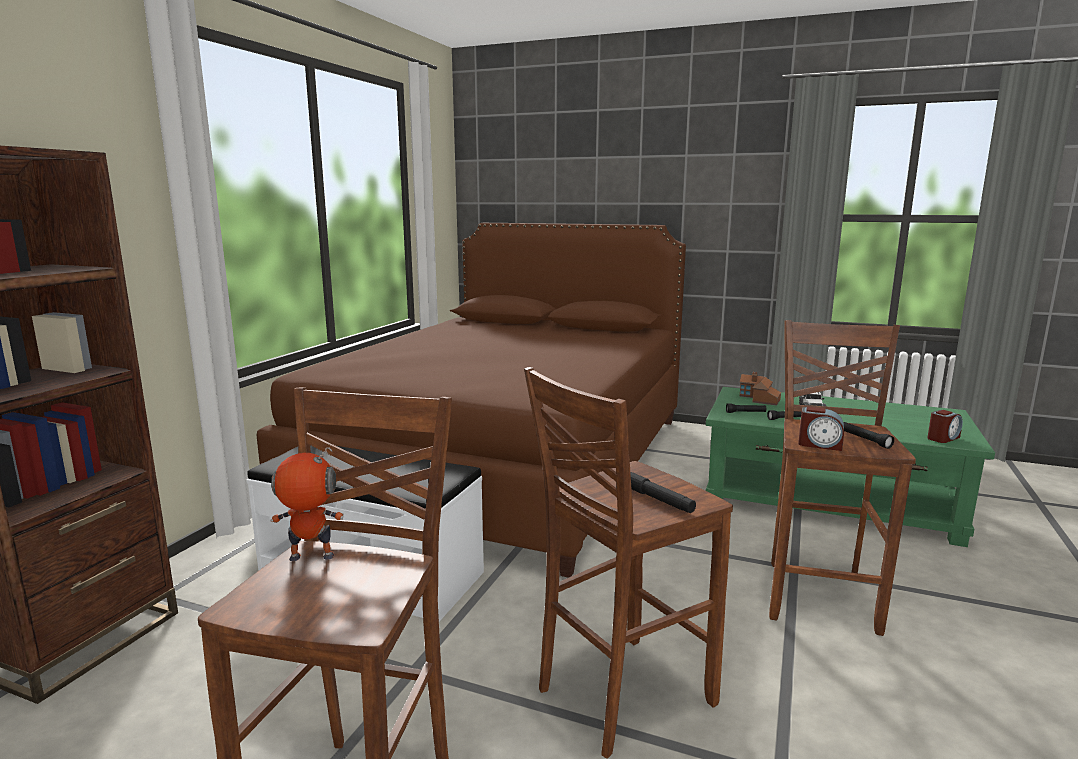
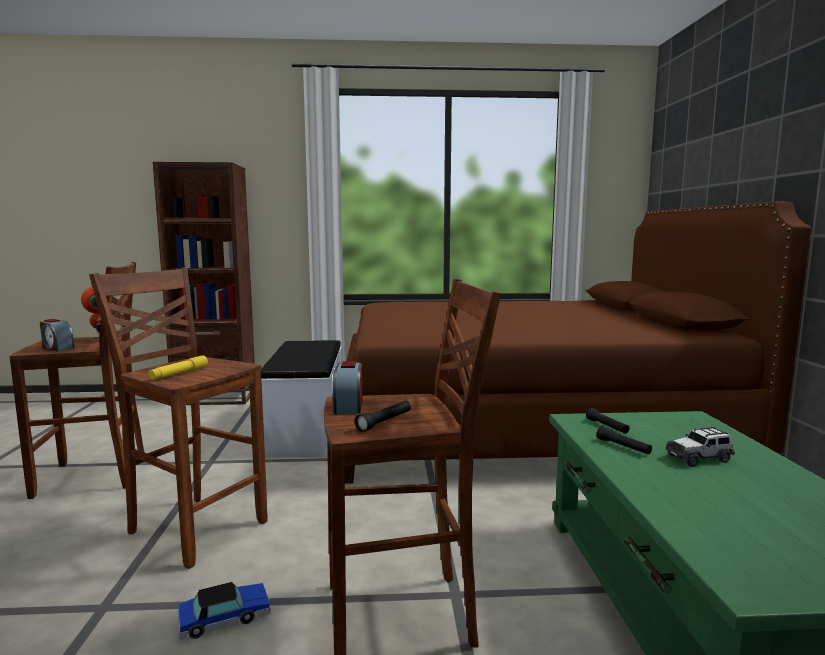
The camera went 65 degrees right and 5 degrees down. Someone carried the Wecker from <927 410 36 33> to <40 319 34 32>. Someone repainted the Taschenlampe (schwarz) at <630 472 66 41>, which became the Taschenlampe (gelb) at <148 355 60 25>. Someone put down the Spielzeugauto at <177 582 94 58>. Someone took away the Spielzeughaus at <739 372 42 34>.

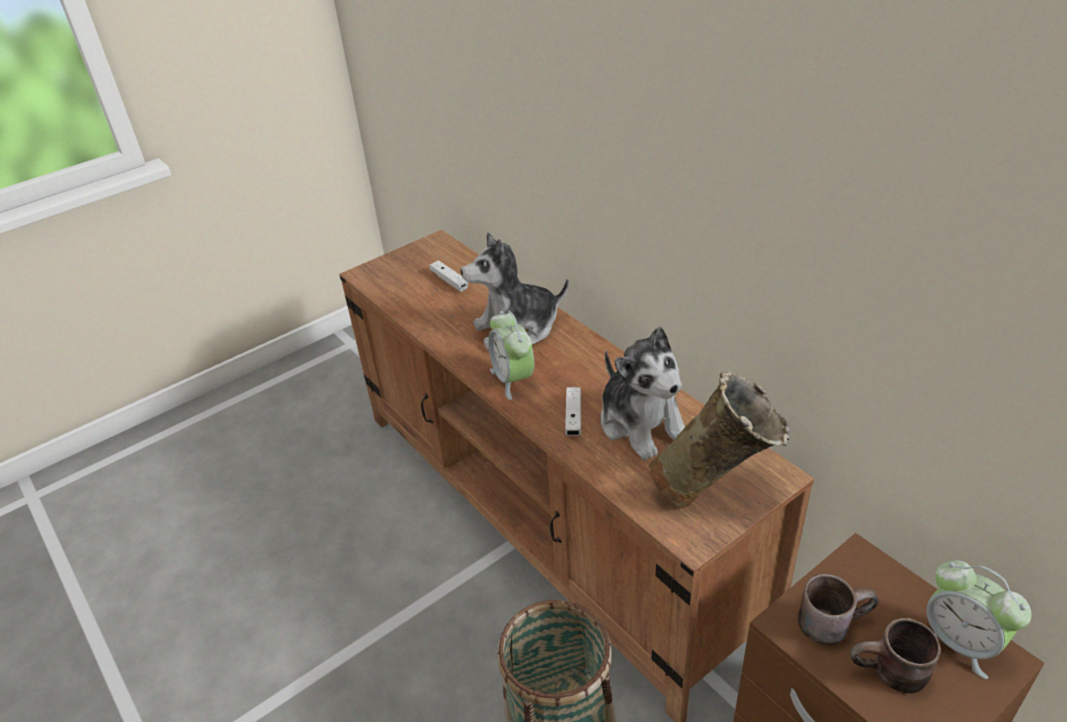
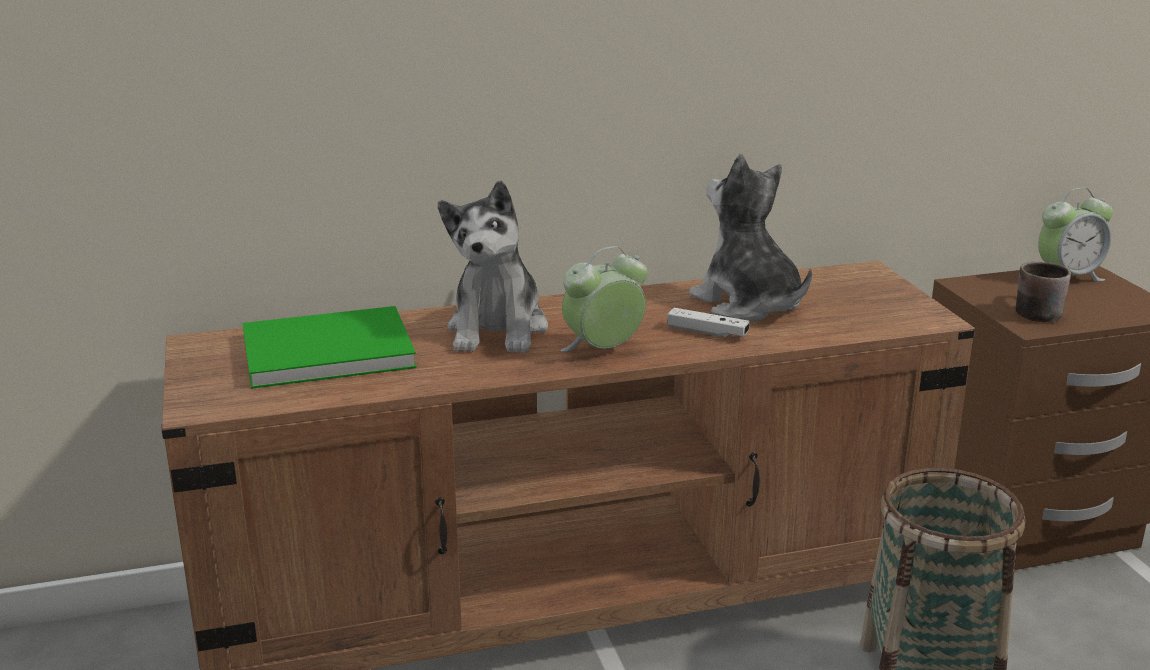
The camera went 70 degrees left and 15 degrees down. Someone swapped the Gamepad (weiß) at <429 260 39 32> for the Buch (grün) at <243 306 174 83>. Someone rotated the Wecker at <488 311 46 89> by 150 degrees clockwise. Someone rotated the Plüschtier at <601 326 84 134> by 120 degrees counterclockwise. Someone took away the Vase (beige) at <649 371 141 136>. Someone took away the Henkelbecher (braun) at <850 618 90 75>.

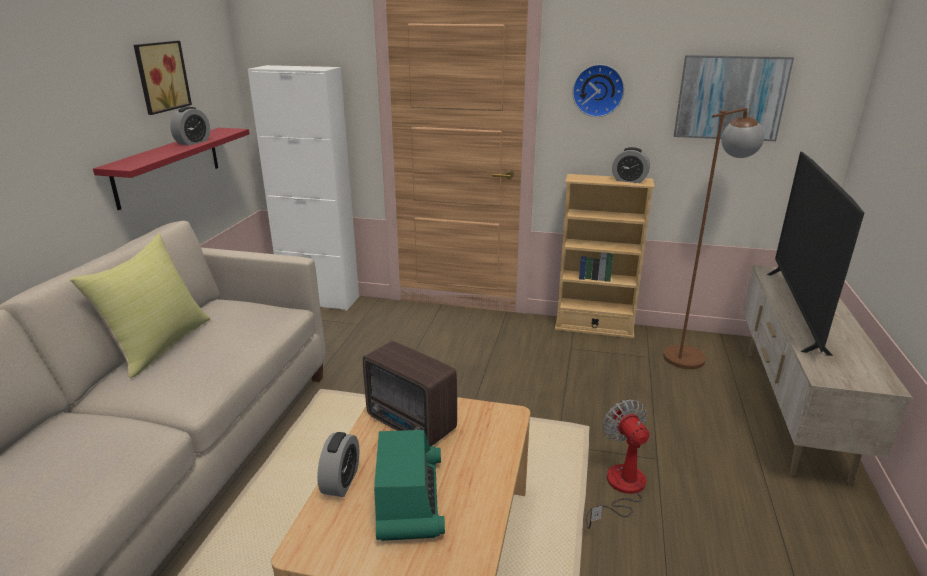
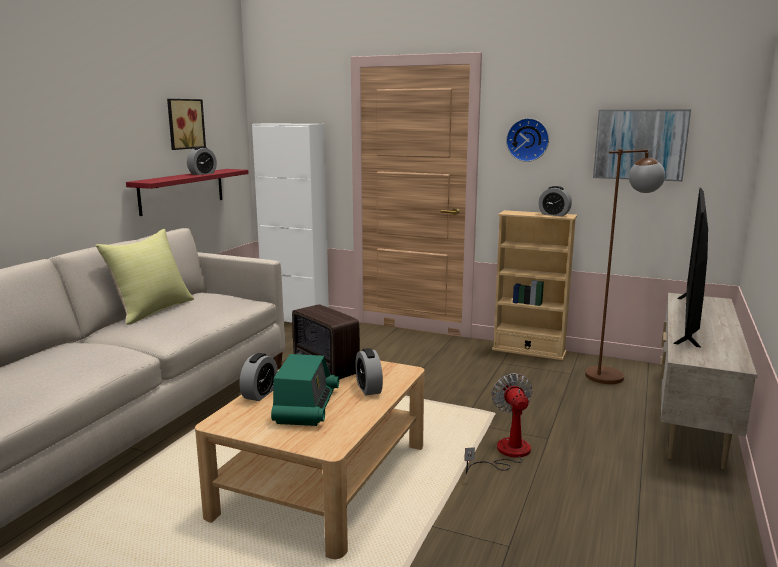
The camera went 10 degrees right and 10 degrees down. Someone put down the Wecker at <355 348 28 48>.

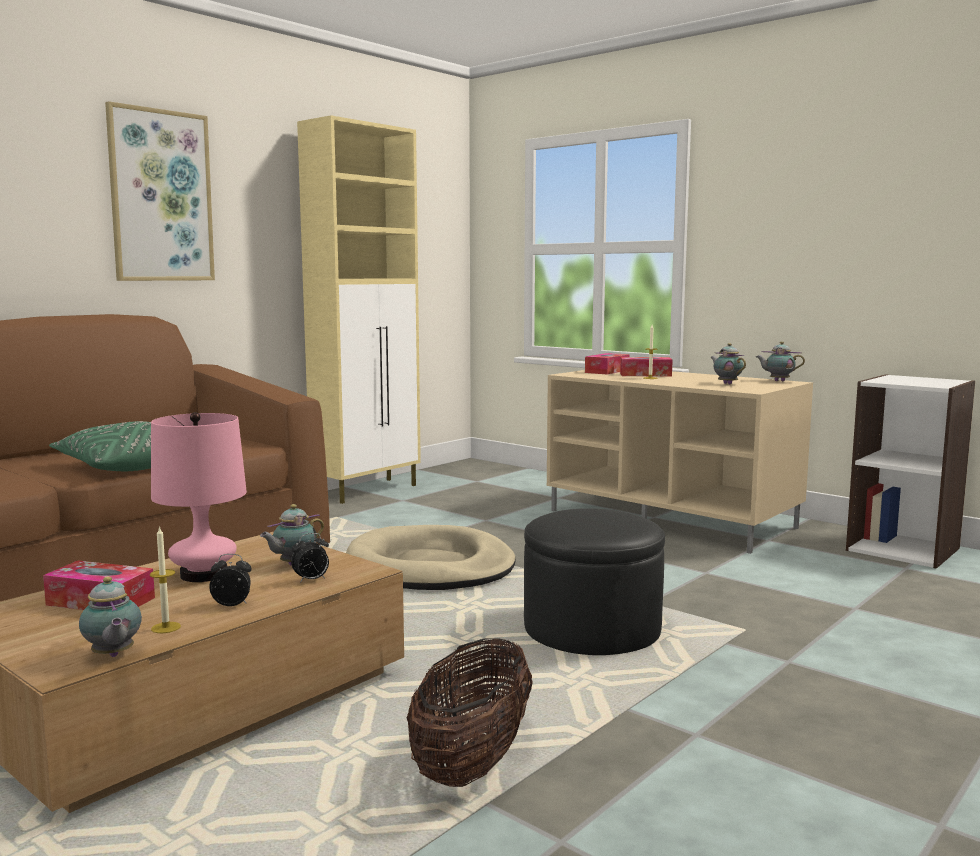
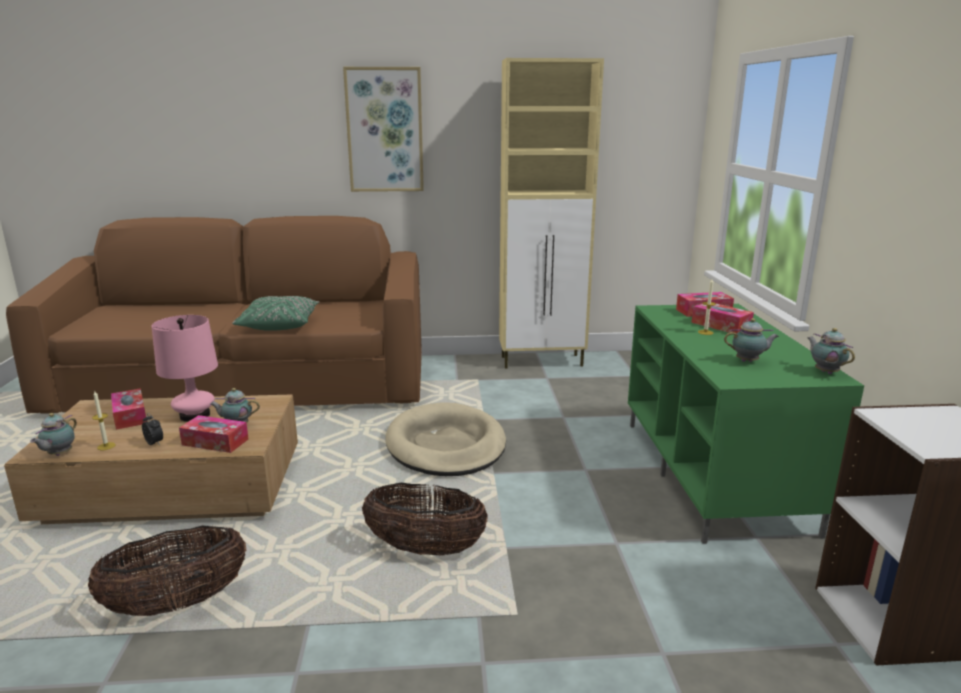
The camera went 45 degrees right and 10 degrees up. Someone swapped the Wecker at <291 533 38 50> for the Taschentuchbox at <179 415 70 38>. Someone swapped the Polsterhocker (schwarz) at <524 508 141 147> for the Korb at <362 483 126 73>. Someone repainted the Fernsehschrank (beige) at <547 370 266 184>, which became the Fernsehschrank (grün) at <628 304 236 240>. Someone rotated the Teekanne at <710 343 36 41> by 75 degrees clockwise.

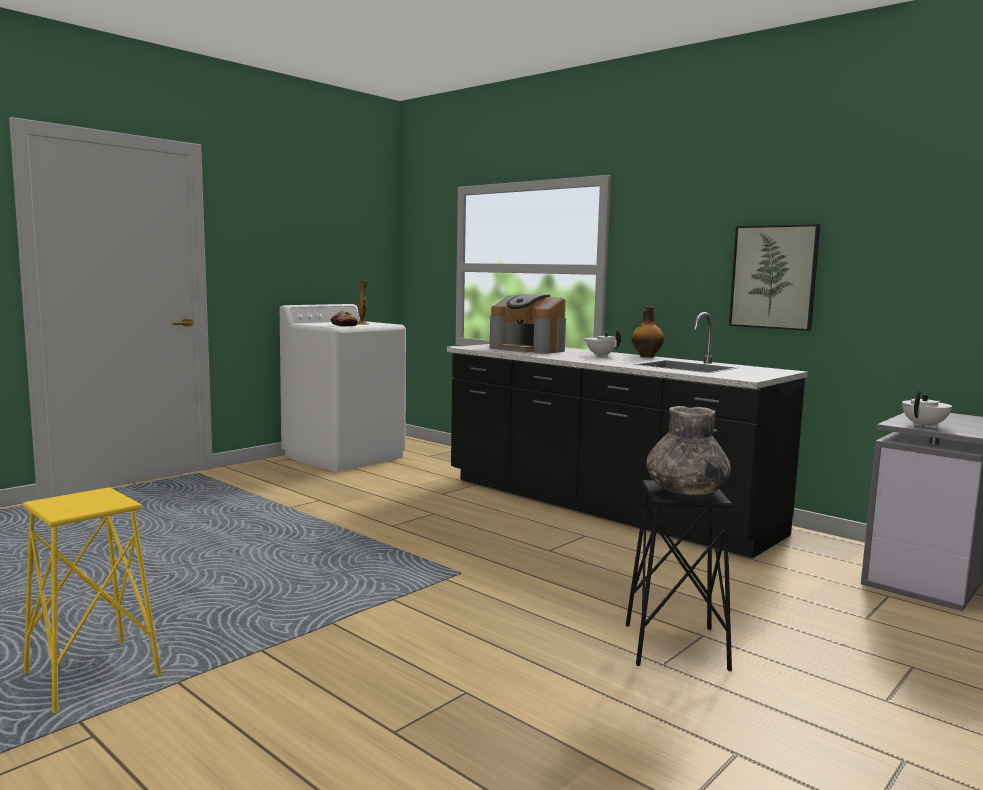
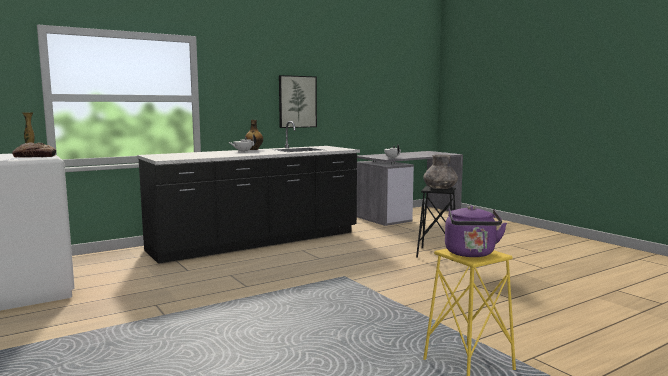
The camera went 75 degrees left and 0 degrees up. Someone put down the Wasserkessel (lila) at <445 205 62 52>. Someone took away the Kaffeemaschine at <490 294 76 60>.

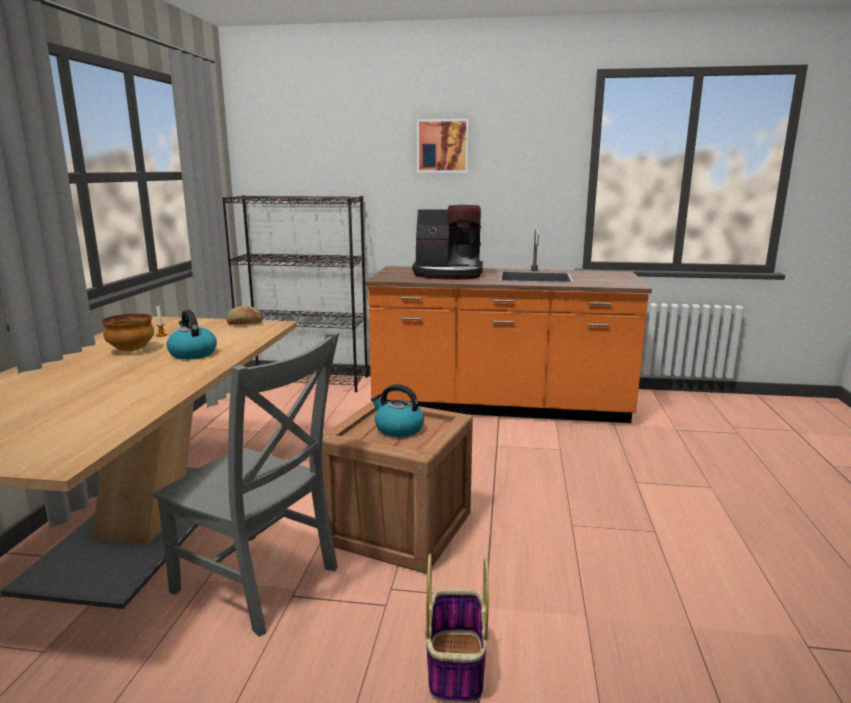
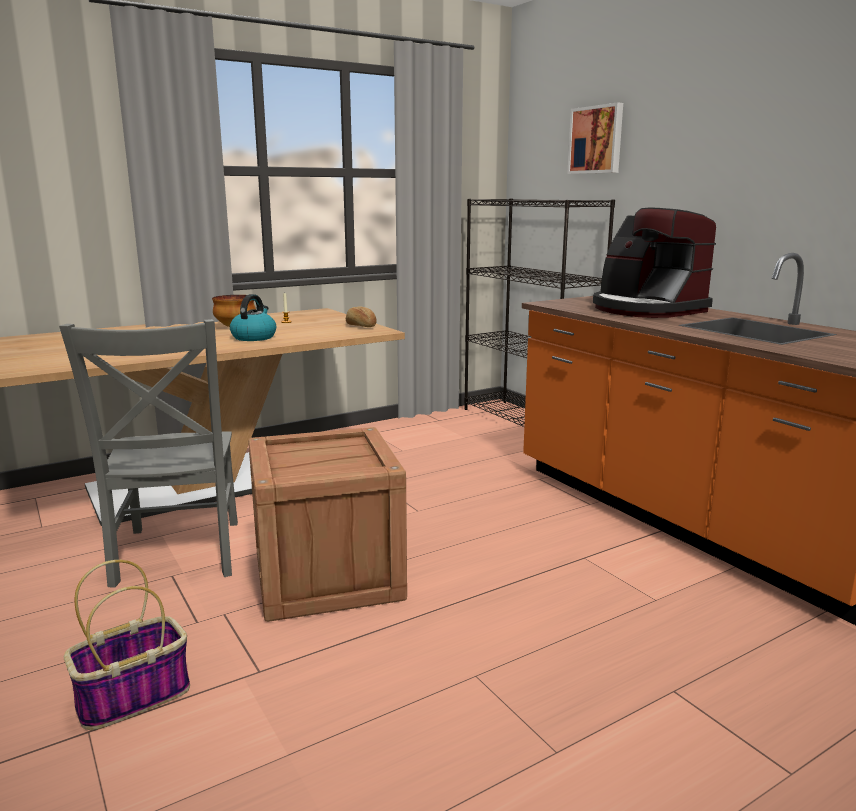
The camera went 50 degrees right and 0 degrees up. Someone carried the Bild from <417 119 52 54> to <567 102 56 72>. Someone took away the Wasserkessel at <371 384 53 53>.

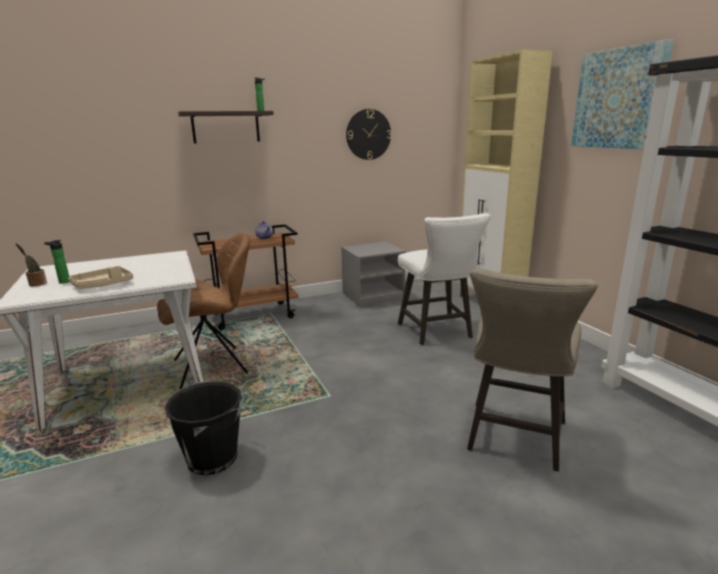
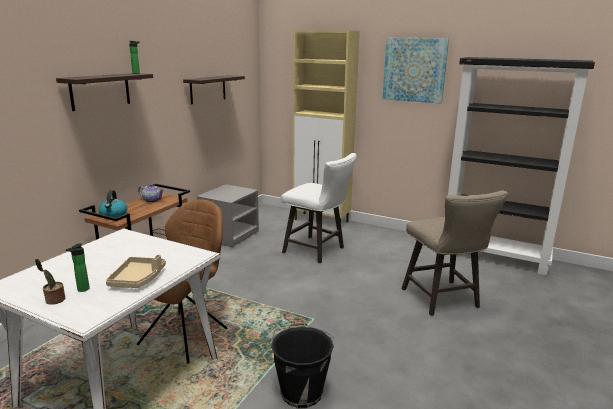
The camera went 40 degrees left and 0 degrees up. Someone put down the Wasserkessel at <98 190 29 28>. Someone swapped the Wanduhr at <346 109 45 51> for the Wandregal at <183 75 62 29>.

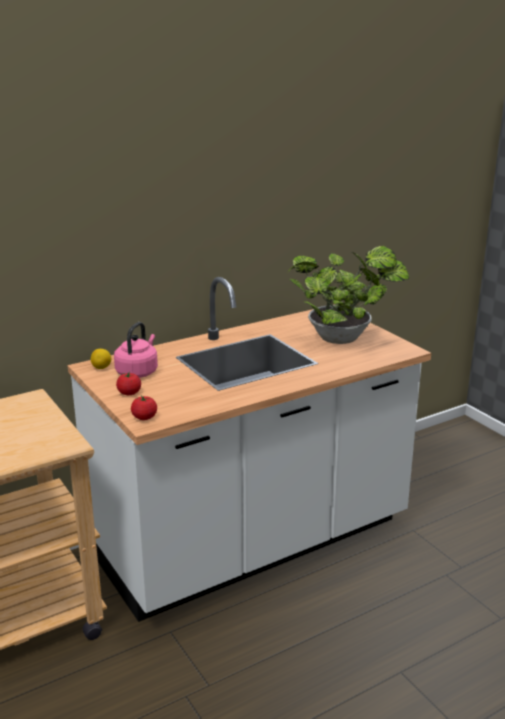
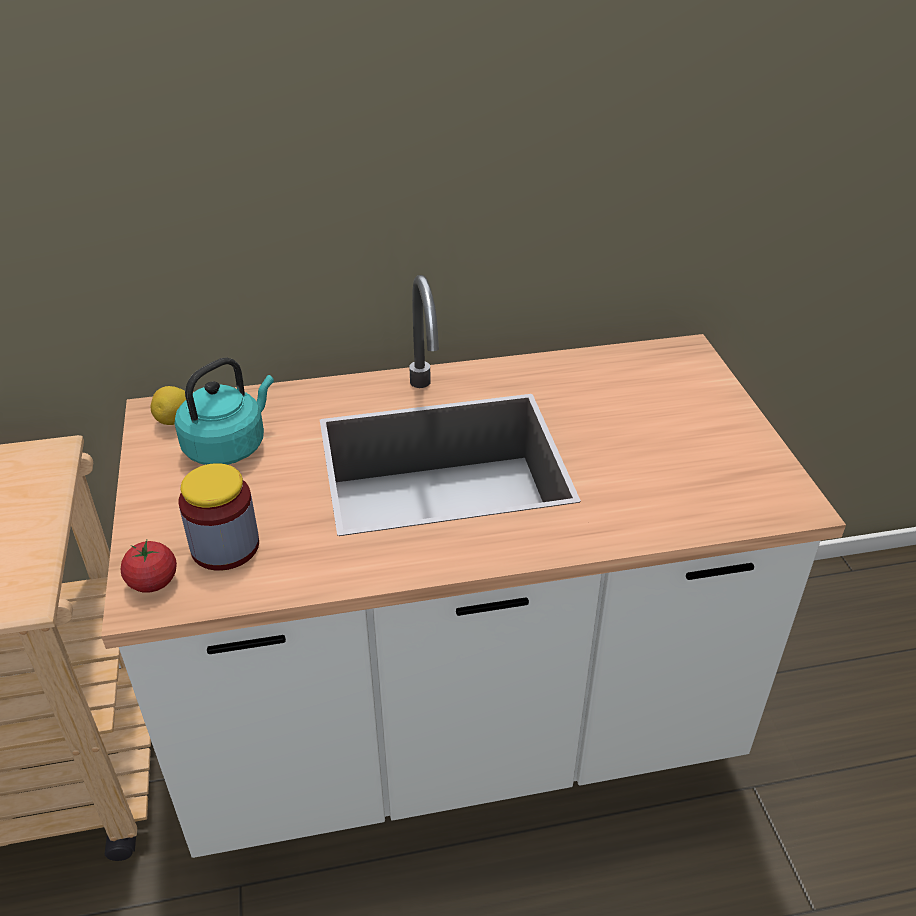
The camera went 20 degrees right and 15 degrees up. Someone repainted the Wasserkessel (rosa) at <114 322 44 56>, which became the Wasserkessel (türkis) at <175 358 99 107>. Someone put down the Vorratsglas at <178 463 81 108>. Someone took away the Tomate at <116 372 25 23>. Someone took away the Topfpflanze at <288 246 122 98>.

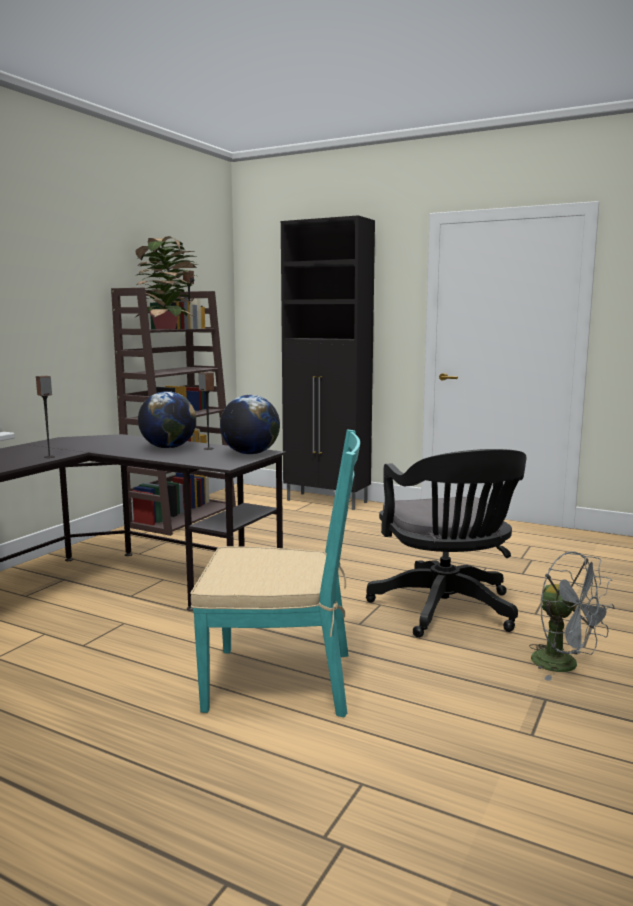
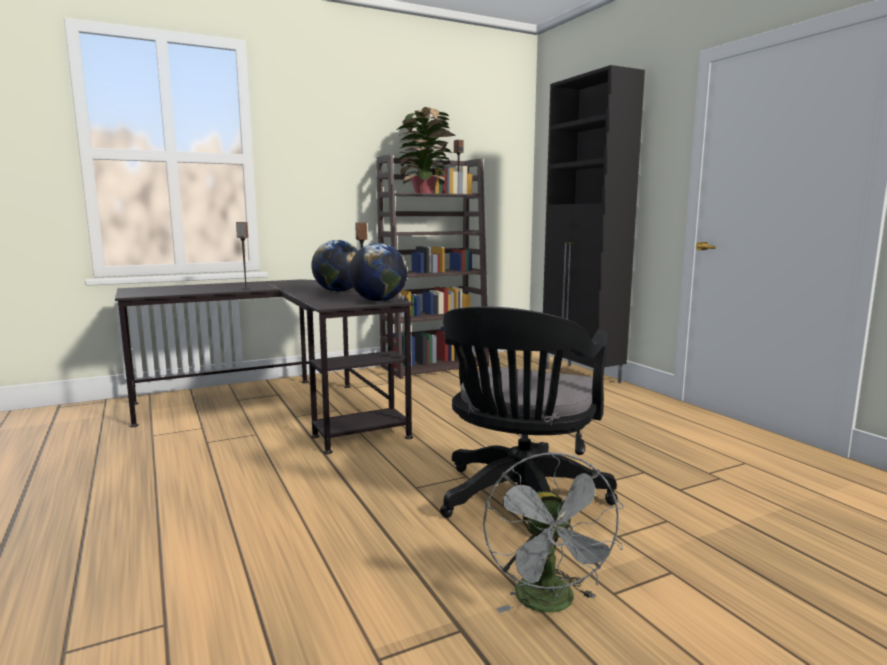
The camera went 35 degrees right and 0 degrees up. Someone took away the Stuhl (türkis) at <190 429 170 288>.

